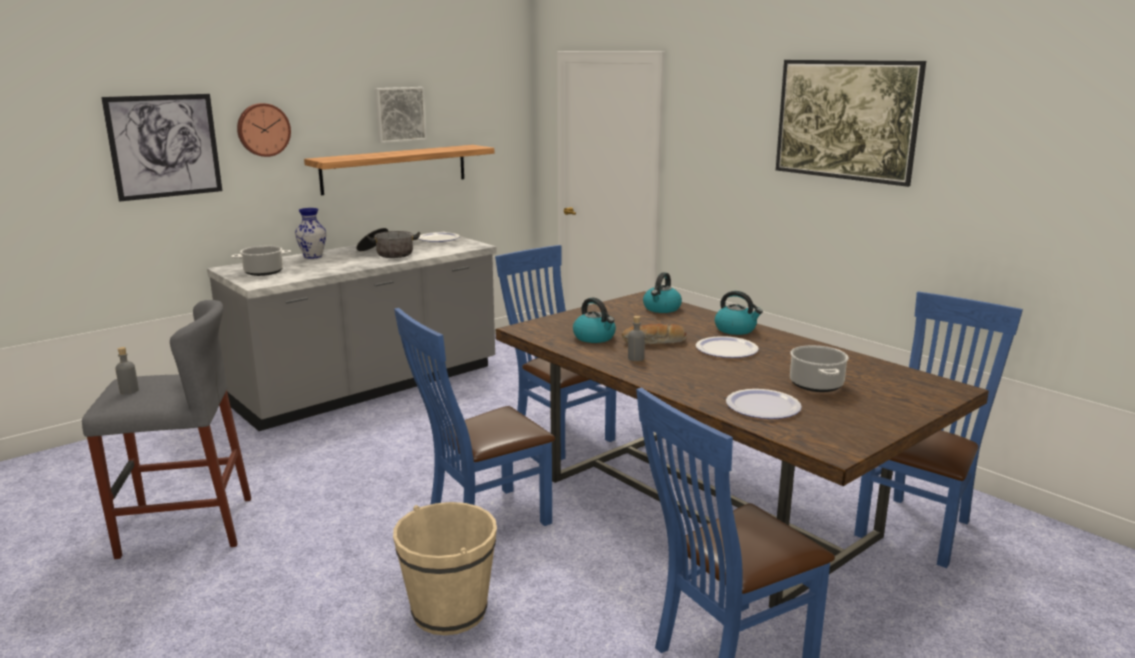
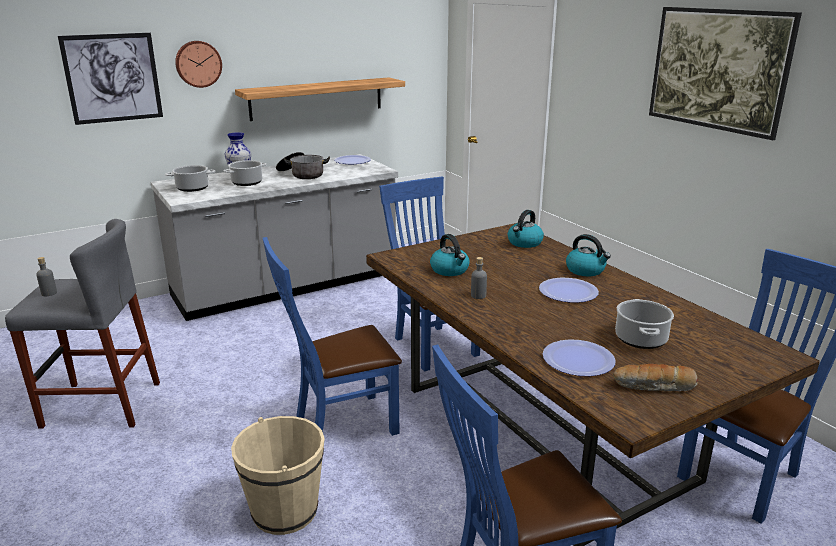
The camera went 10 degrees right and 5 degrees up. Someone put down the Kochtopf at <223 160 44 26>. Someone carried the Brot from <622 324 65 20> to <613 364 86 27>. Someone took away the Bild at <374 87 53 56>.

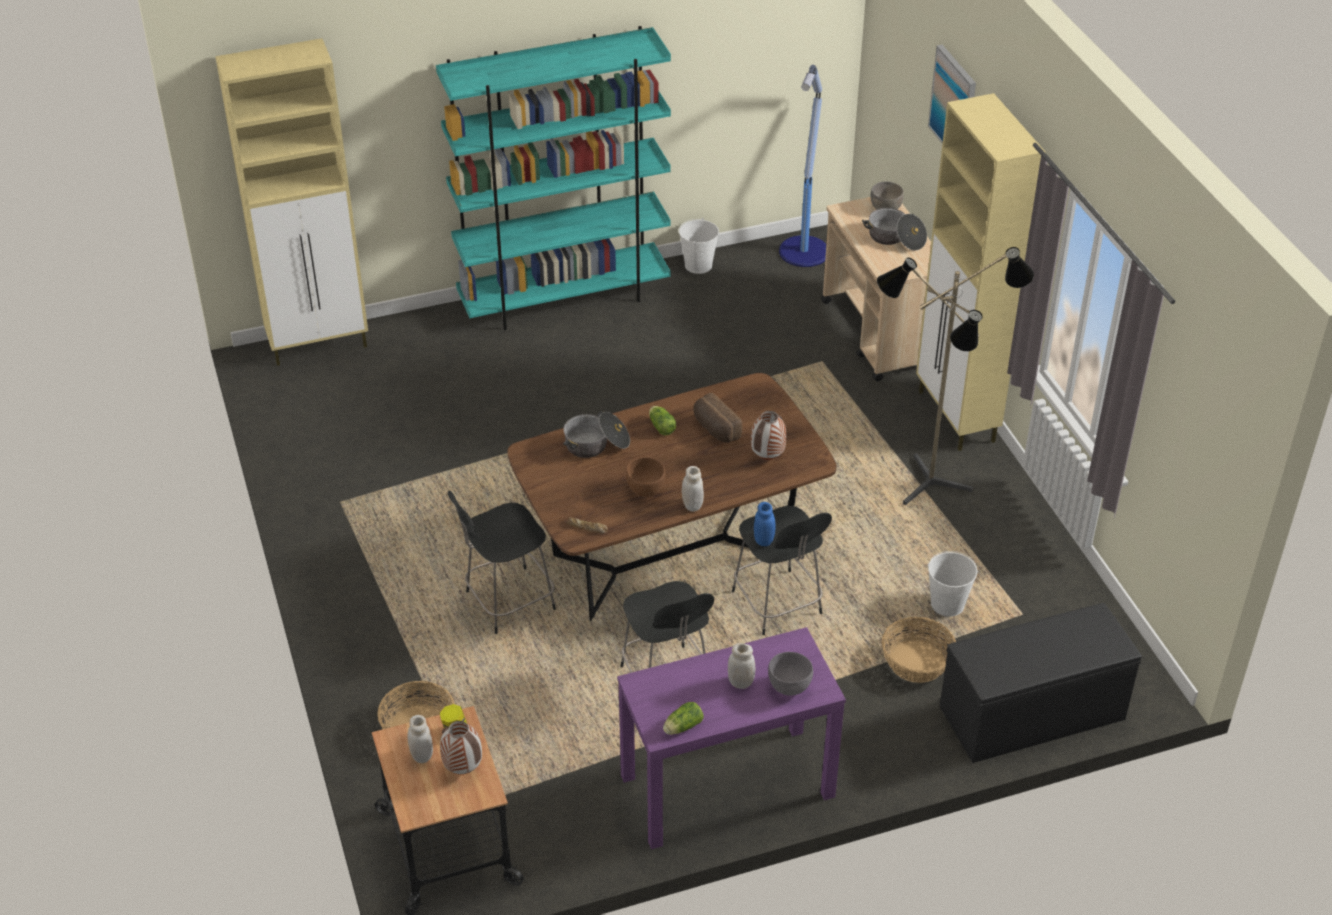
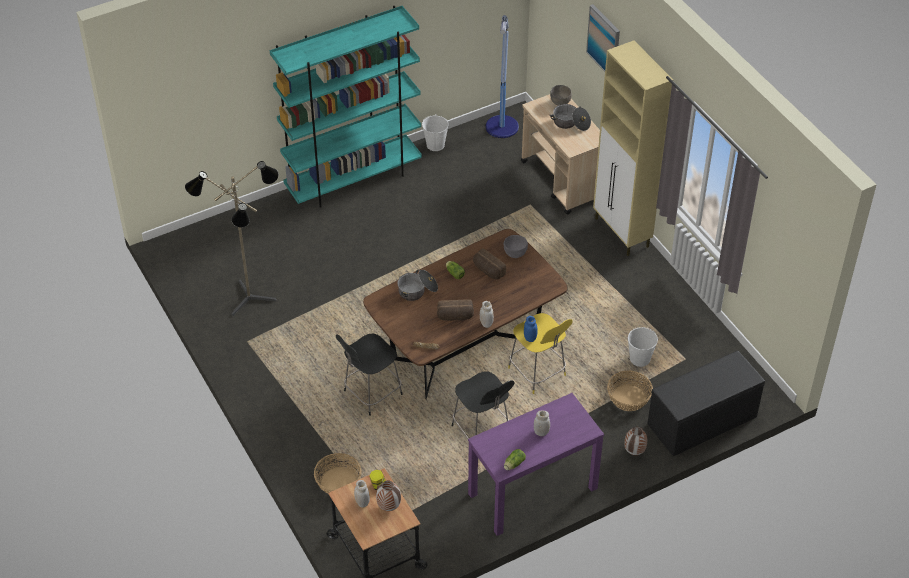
The camera went 10 degrees left and 5 degrees up. Someone carried the Stehlampe from <877 247 157 258> to <185 161 94 155>. Someone swapped the Schüssel (braun) at <626 457 39 40> for the Brot at <437 299 37 22>. Someone carried the Schüssel (grau) from <768 652 45 44> to <504 235 24 23>. Someone repainted the Hocker (schwarz) at <732 506 100 129>, which became the Hocker (gelb) at <508 313 65 81>. Someone carried the Vase from <751 411 36 49> to <624 427 23 28>. Someone took away the Schrank (beige) at <215 38 153 328>.

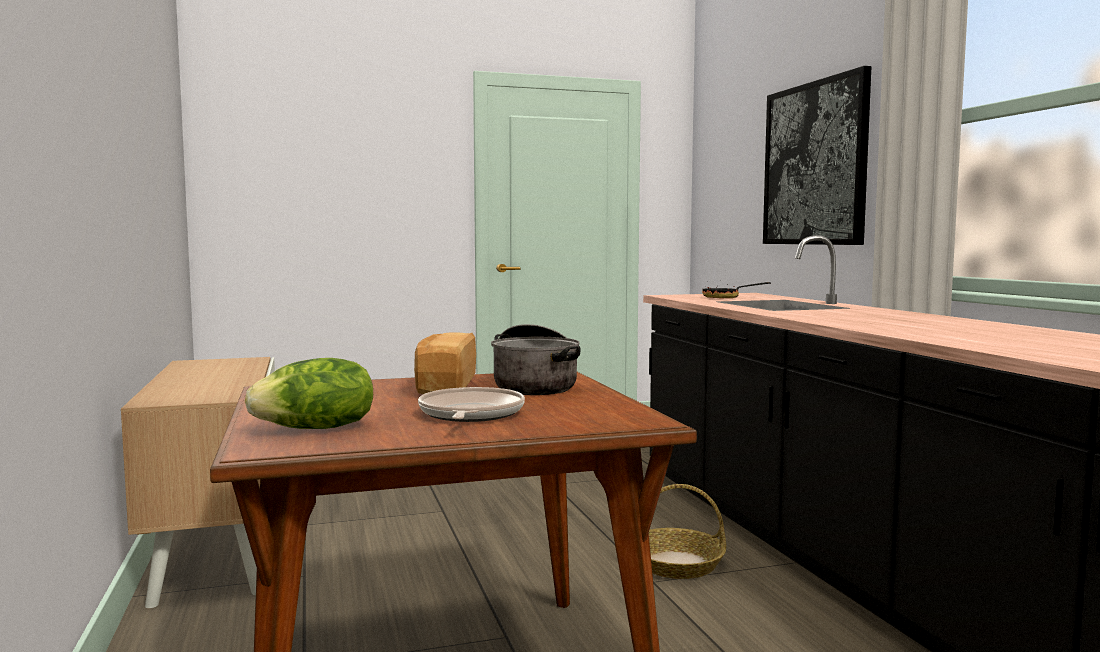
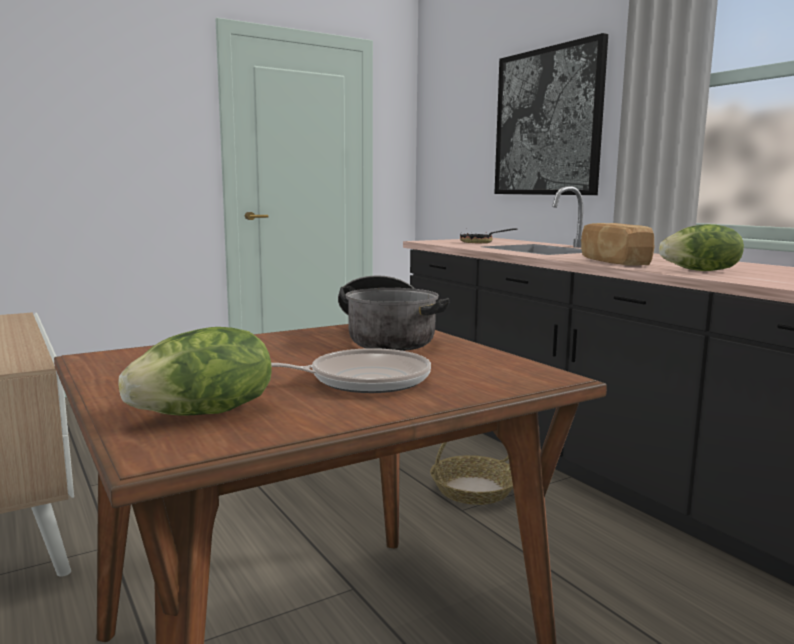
The camera went 15 degrees left and 5 degrees up. Someone rotated the Pfanne at <418 387 107 35> by 90 degrees clockwise. Someone carried the Brot from <414 333 62 61> to <581 223 73 43>. Someone put down the Salatkopf at <659 224 85 47>.

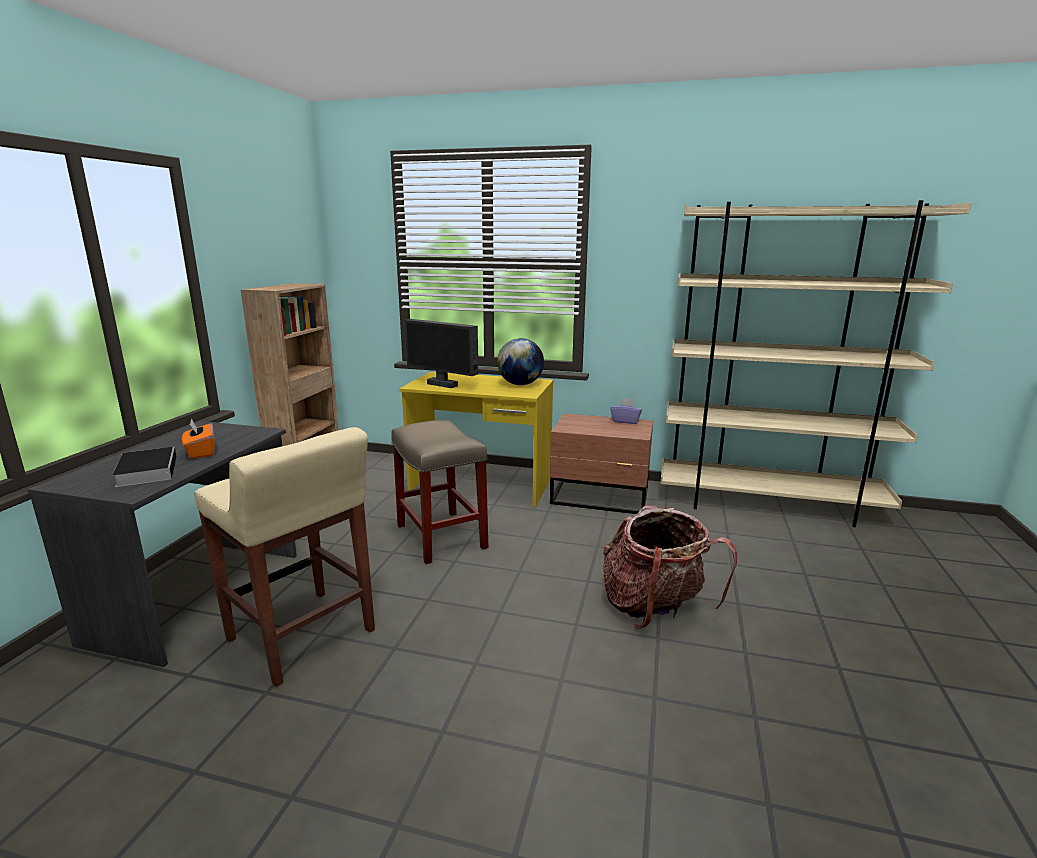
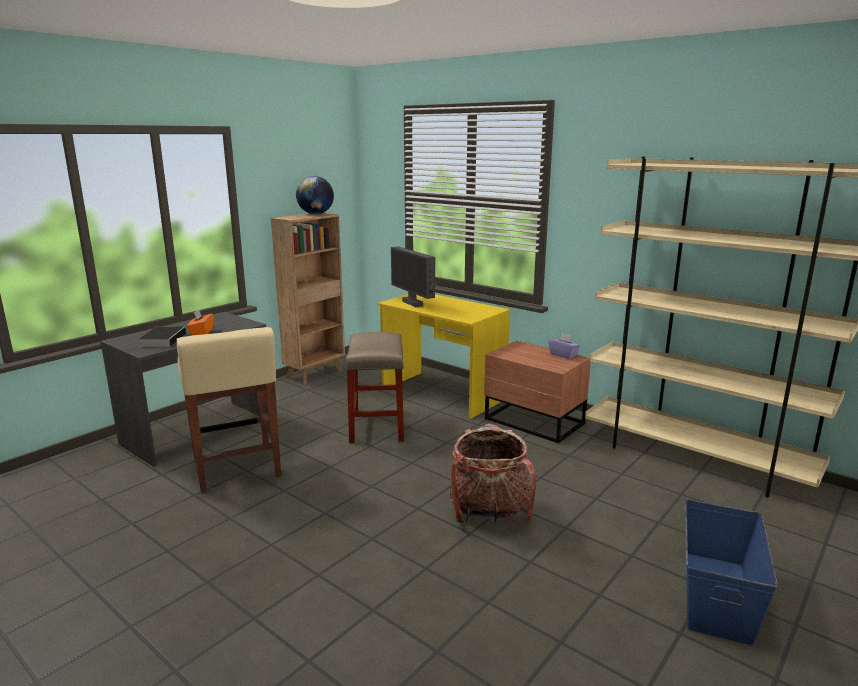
The camera went 25 degrees right and 0 degrees up. Someone carried the Globus from <497 338 47 47> to <296 176 38 38>. Someone put down the Aufbewahrungsbox (blau) at <685 499 93 146>.

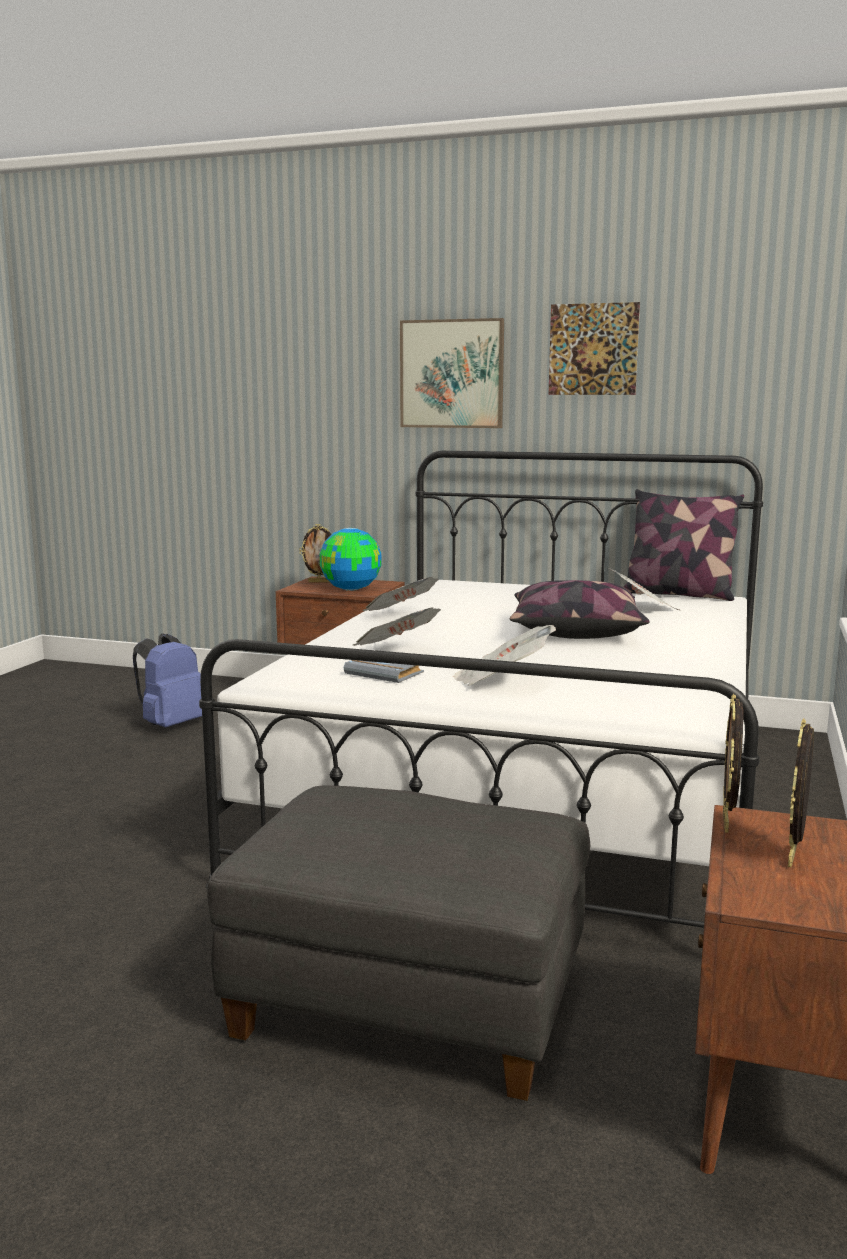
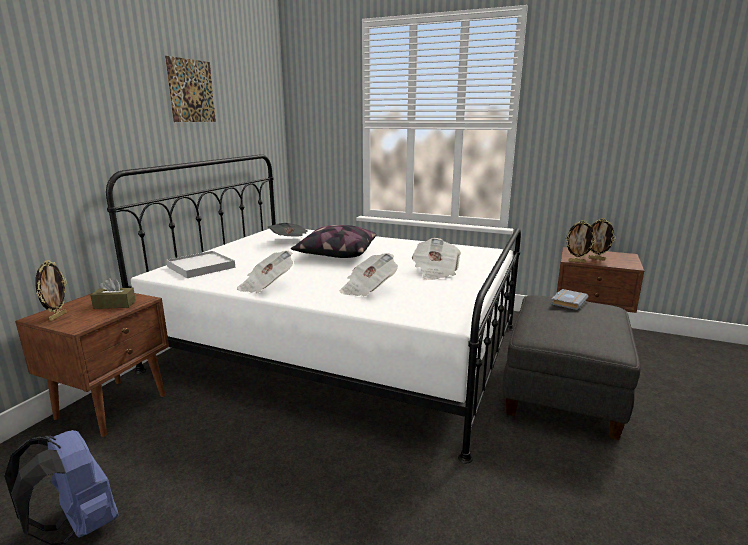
The camera went 85 degrees left and 5 degrees up. Someone swapped the Globus at <320 528 61 63> for the Taschentuchbox (braun) at <90 278 46 31>. Someone put down the Tablett (weiß) at <166 251 69 27>. Someone carried the Buch (grau) from <344 660 80 23> to <551 289 37 21>. Someone took away the Bild at <400 318 104 110>. Someone took away the Kissen at <624 489 120 112>.

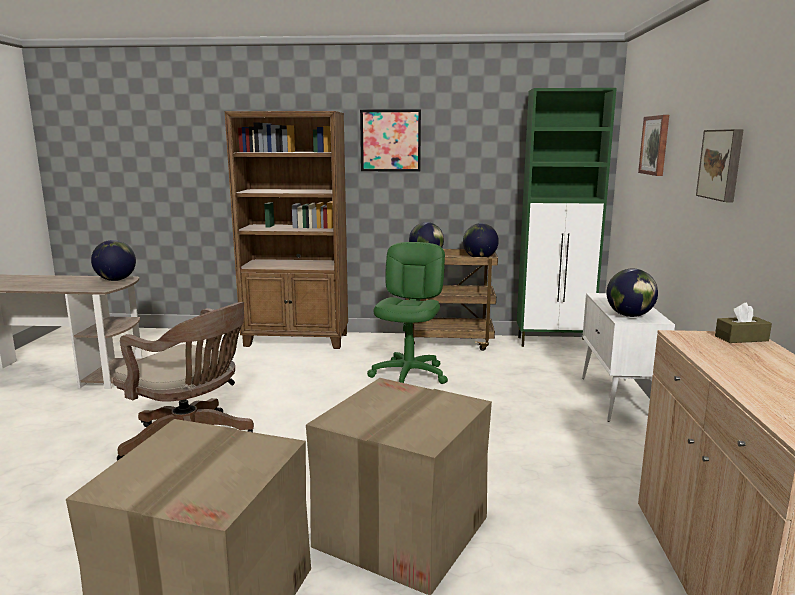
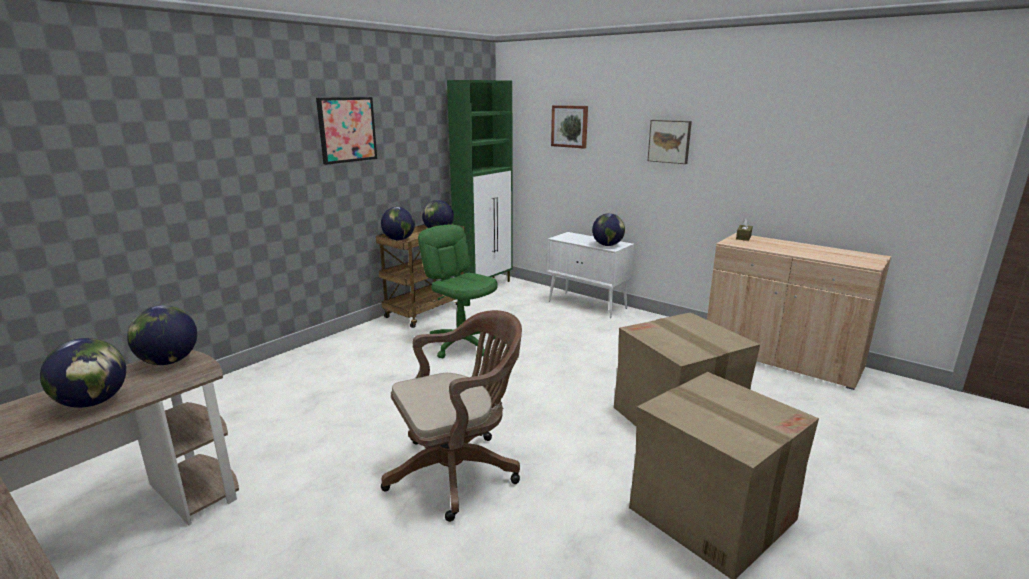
The camera went 55 degrees left and 5 degrees up. Someone put down the Globus at <40 338 86 70>. Someone took away the Bücherregal (braun) at <225 111 123 238>.

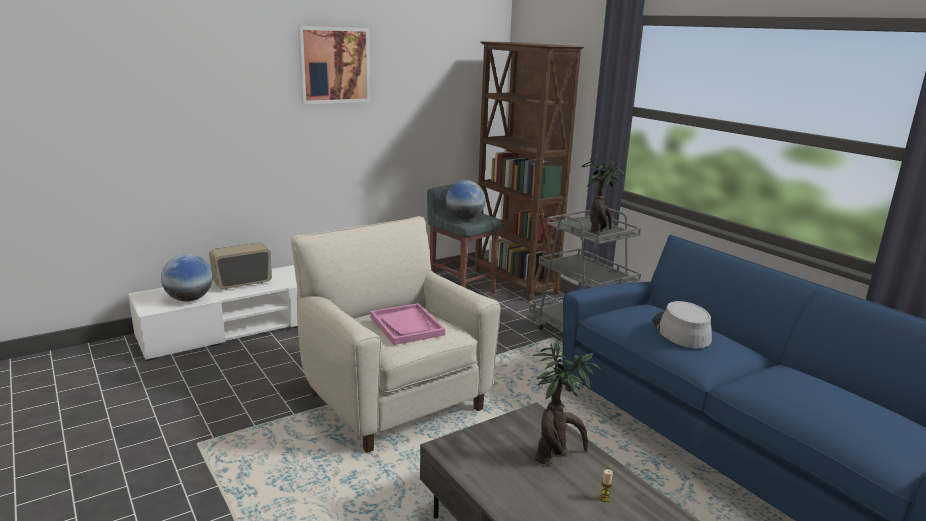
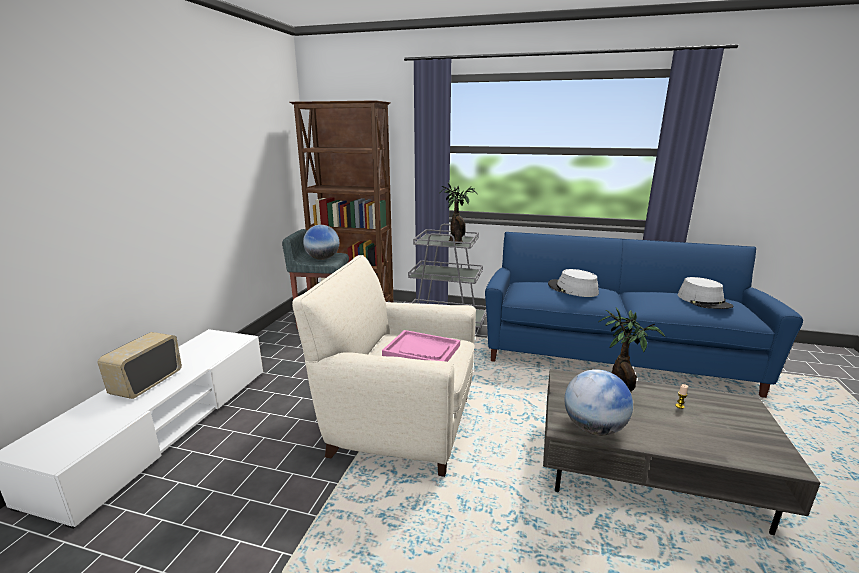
The camera went 40 degrees left and 0 degrees up. Someone carried the Globus from <161 254 52 47> to <565 369 68 67>. Someone put down the Hut (grau) at <678 277 56 32>. Someone took away the Bild at <298 26 72 78>.

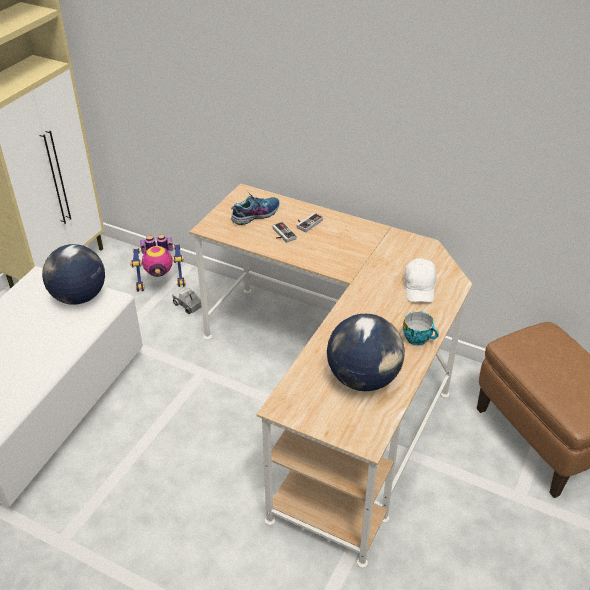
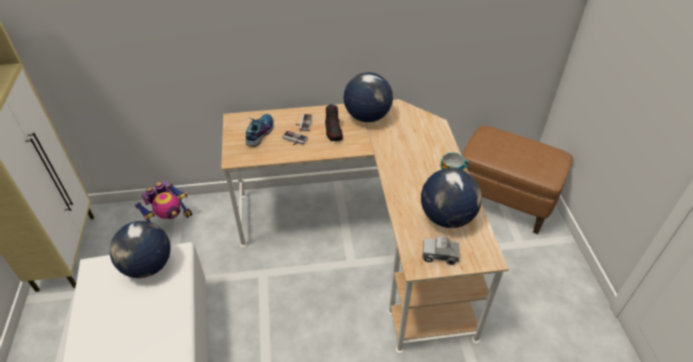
The camera went 35 degrees left and 5 degrees up. Someone put down the Schuh at <325 104 18 37>. Someone put down the Globus at <344 72 49 50>. Someone carried the Spielzeuglaster from <172 288 30 26> to <422 236 37 29>. Someone took away the Kappe (weiß) at <404 258 33 45>.

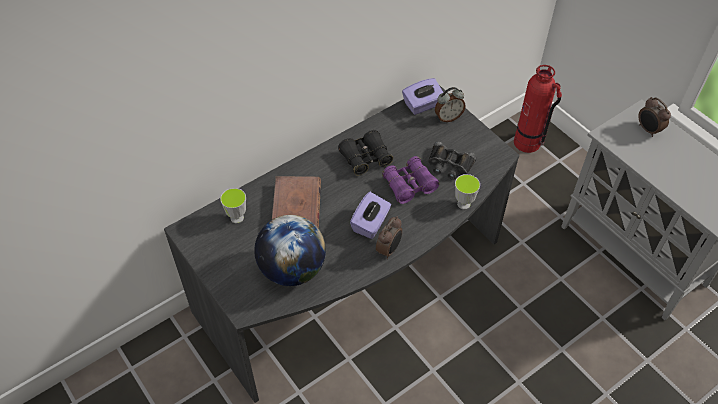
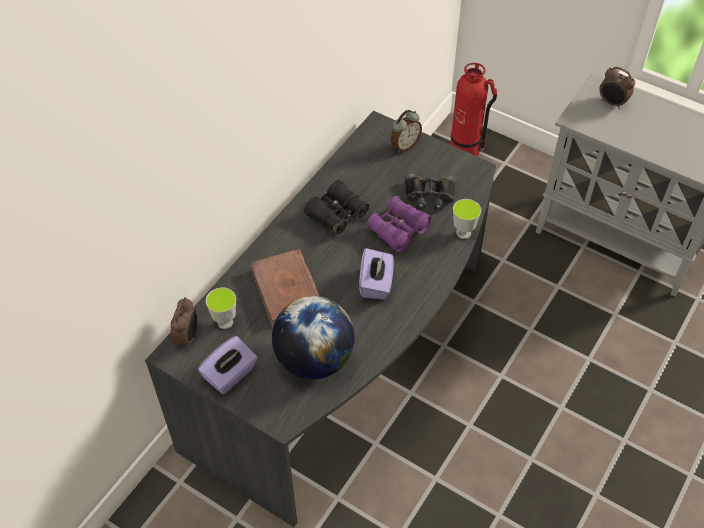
The camera went 20 degrees left and 0 degrees up. Someone carried the Wecker from <376 216 26 43> to <171 297 26 51>. Someone carried the Taschentuchbox (lila) from <402 78 42 37> to <198 336 59 58>.

